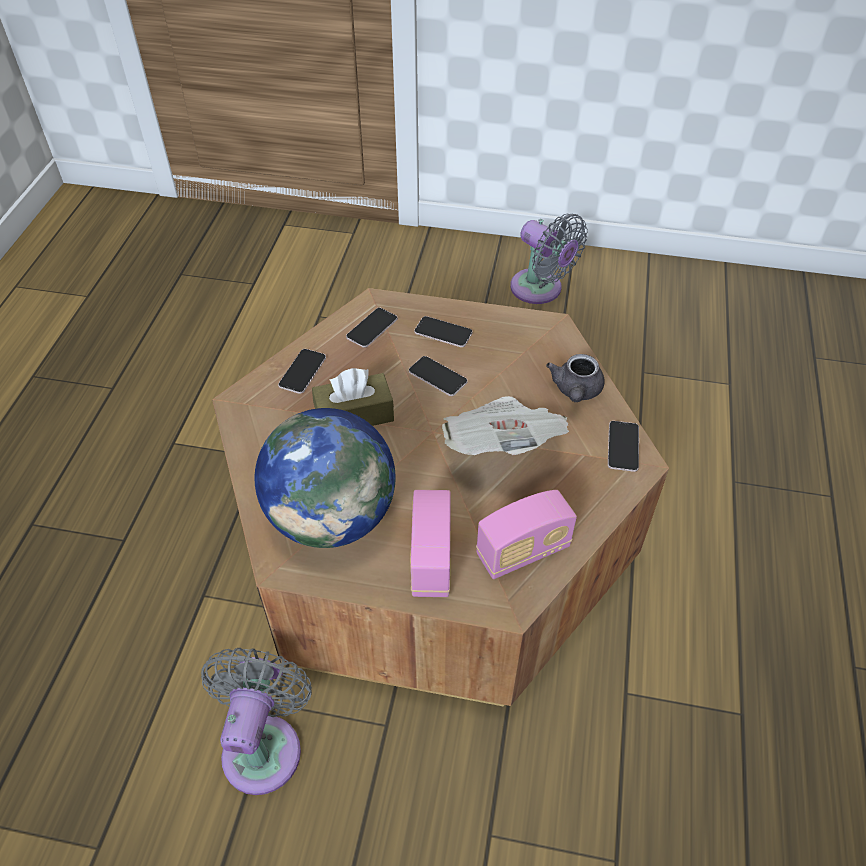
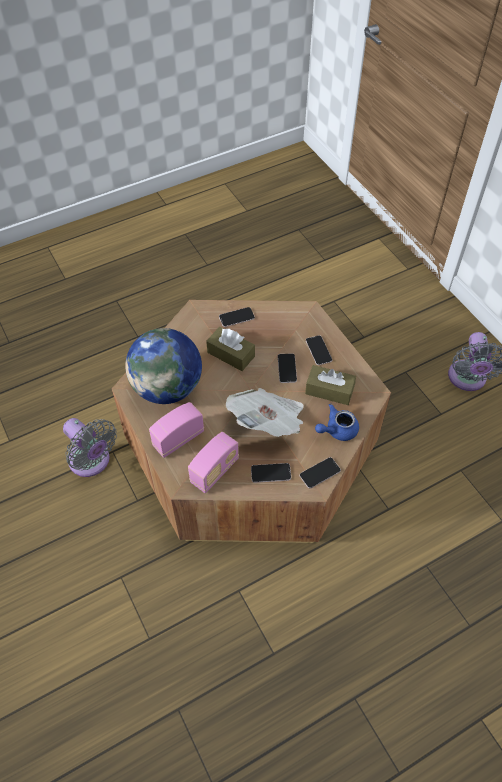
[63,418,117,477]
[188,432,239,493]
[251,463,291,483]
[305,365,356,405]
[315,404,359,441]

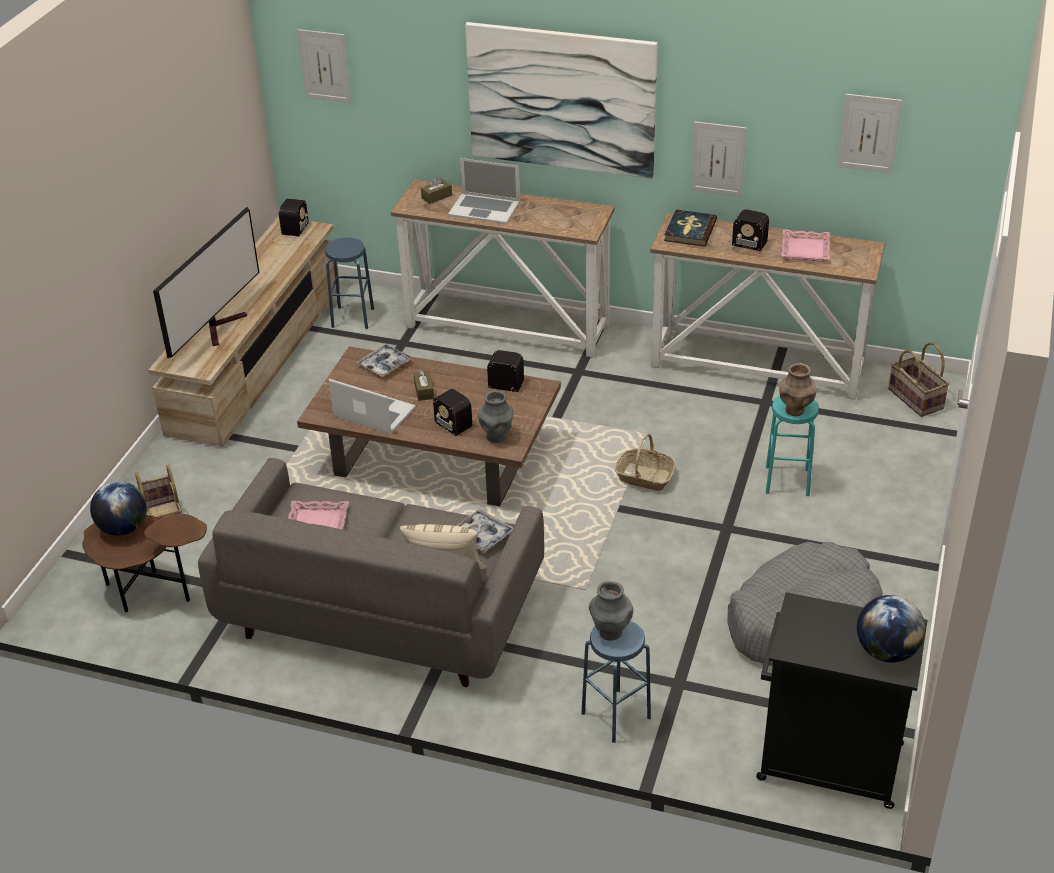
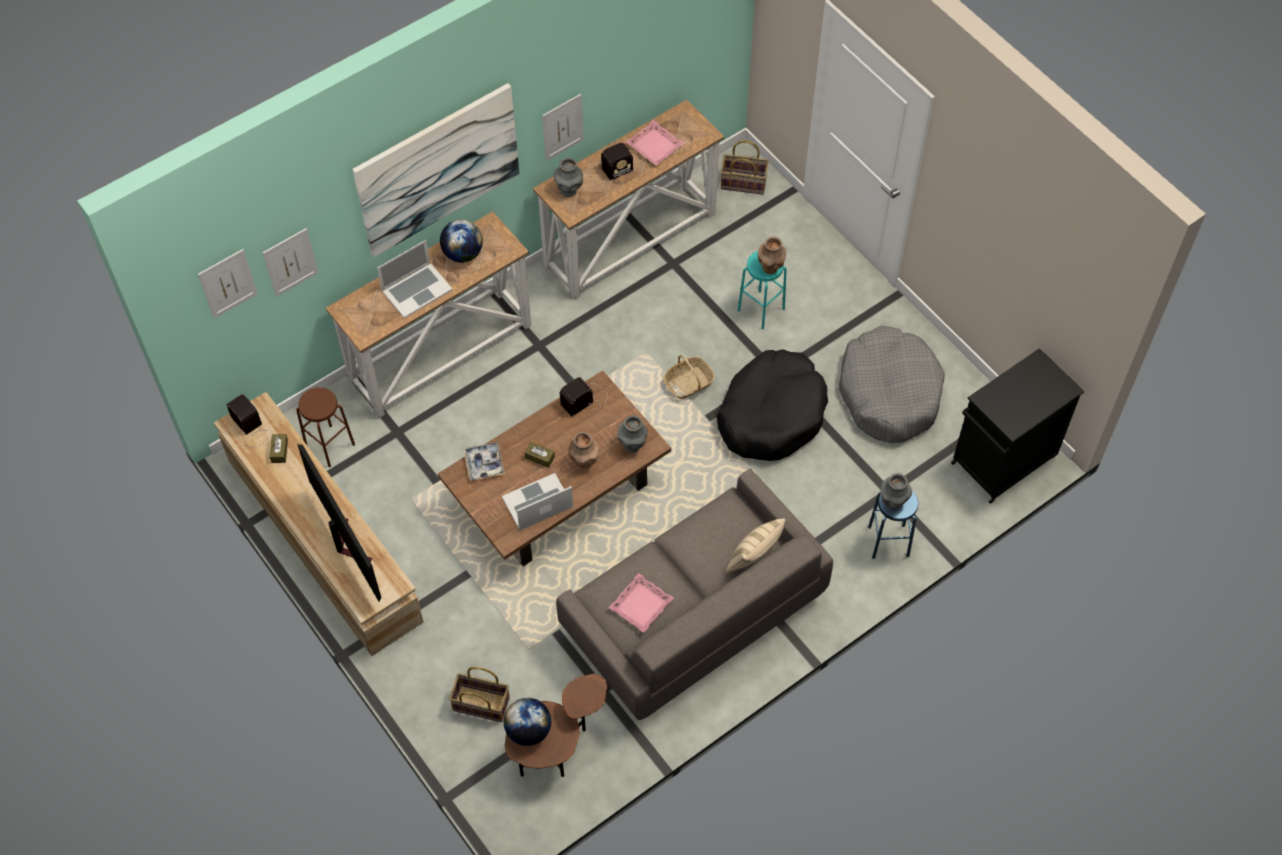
[262,228,318,297]
[269,434,288,463]
[296,387,355,467]
[440,220,483,263]
[553,157,583,197]
[569,432,599,469]
[717,349,828,461]
[456,510,513,553] (first image)

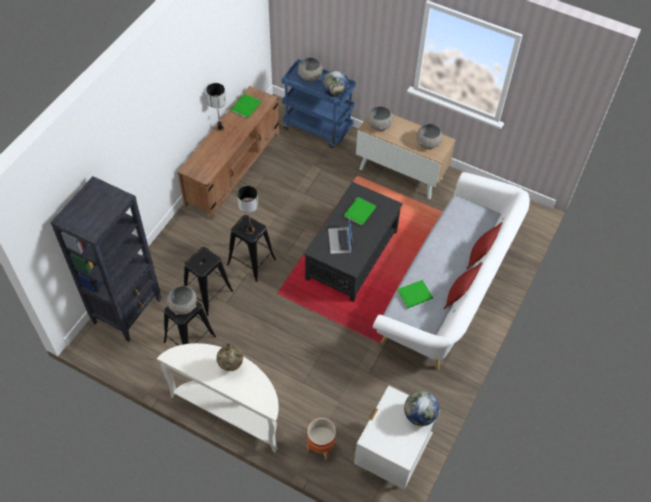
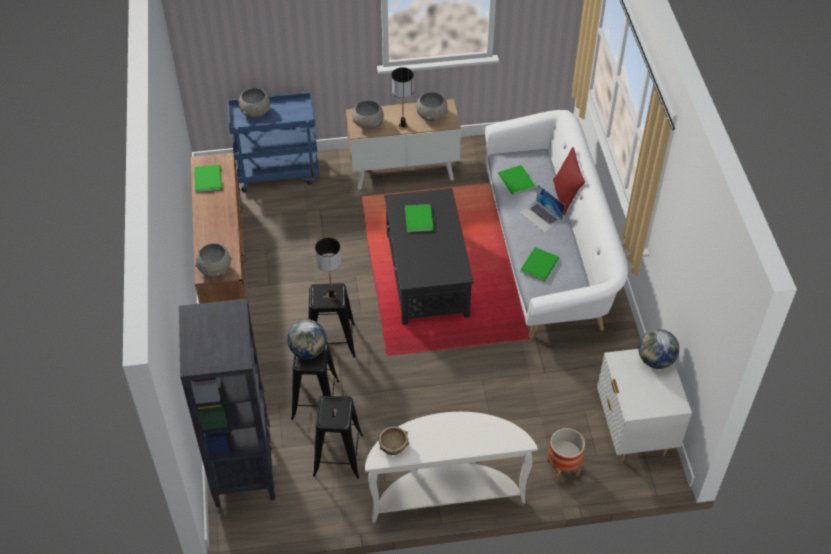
[195,243,232,277]
[287,319,327,359]
[378,426,409,455]
[391,67,414,130]
[498,165,535,195]
[519,185,565,233]
[216,344,243,371] (first image)
[444,262,483,309] (first image)

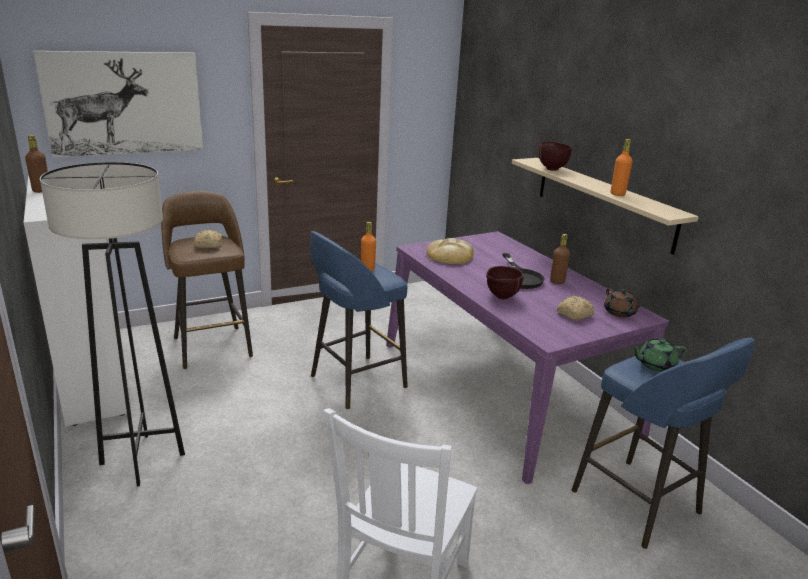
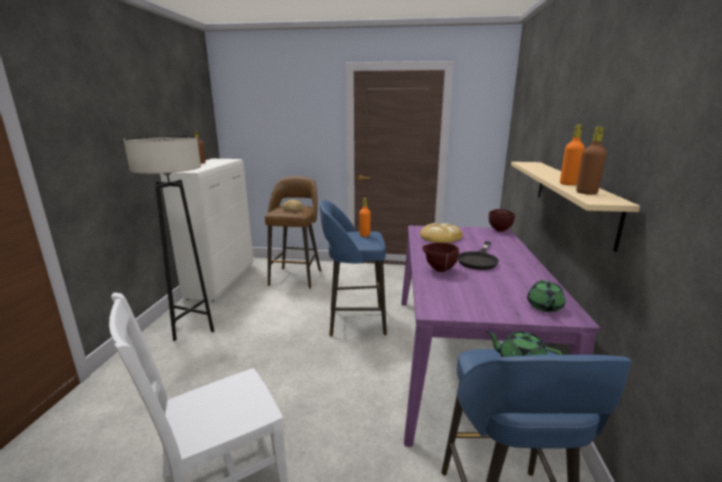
[489,209,515,232]
[527,280,565,312]
[576,127,607,195]
[33,51,203,157] (first image)
[557,296,594,321] (first image)

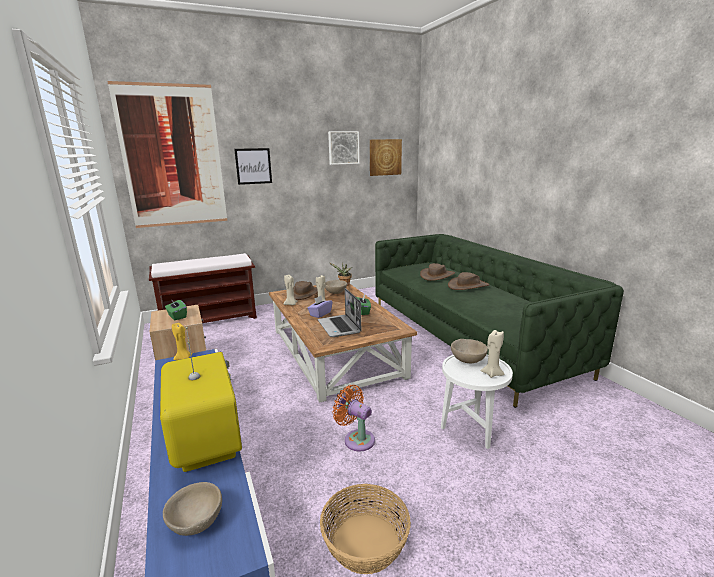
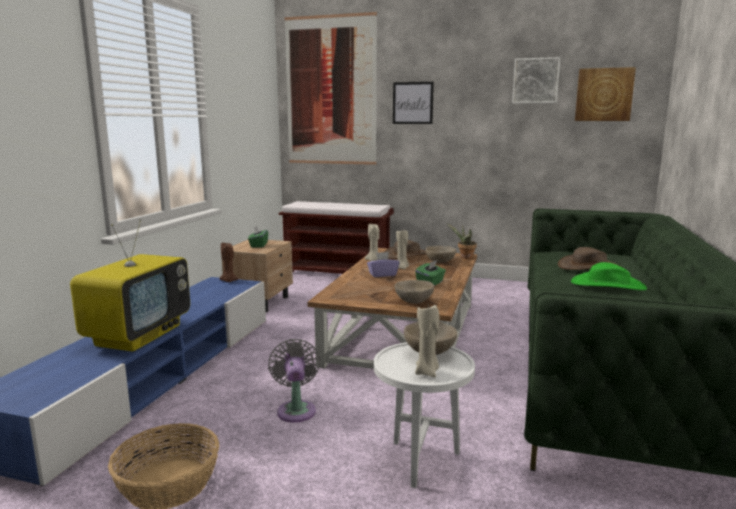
[219,243,239,282]
[268,339,320,423]
[395,280,434,304]
[571,262,647,290]
[317,288,361,337] (first image)

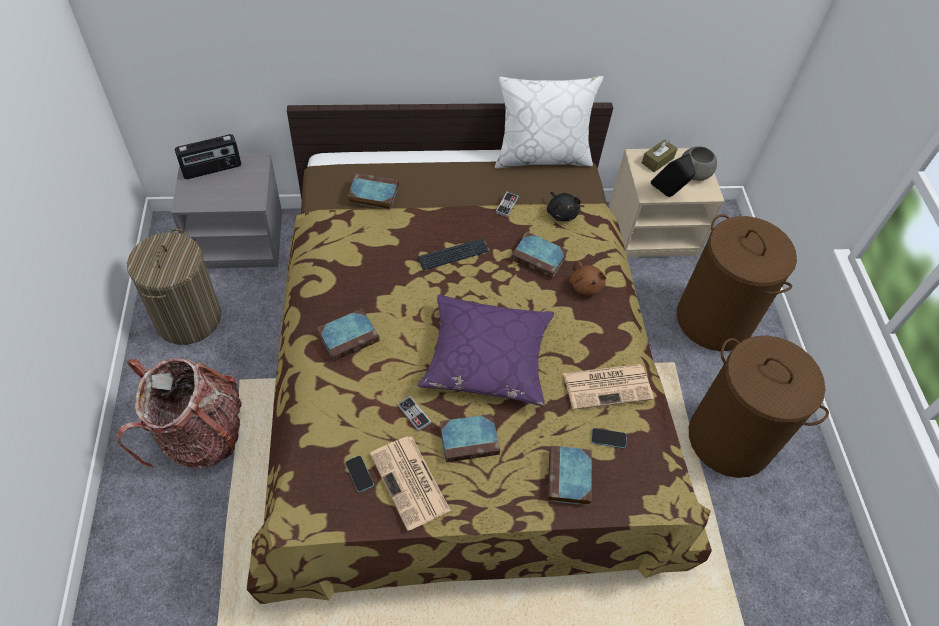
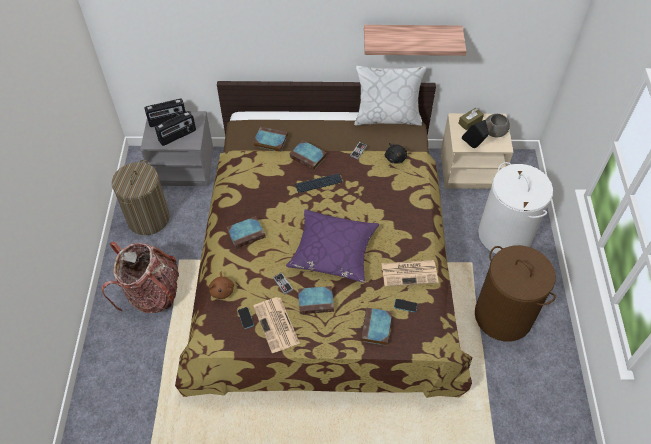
[155,111,196,146]
[209,271,234,299]
[290,140,327,170]
[364,25,466,56]
[478,162,553,254]

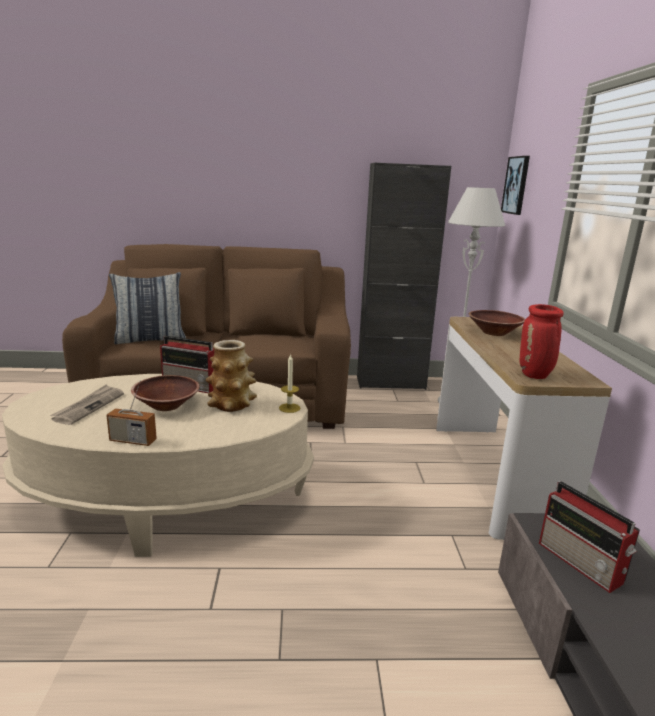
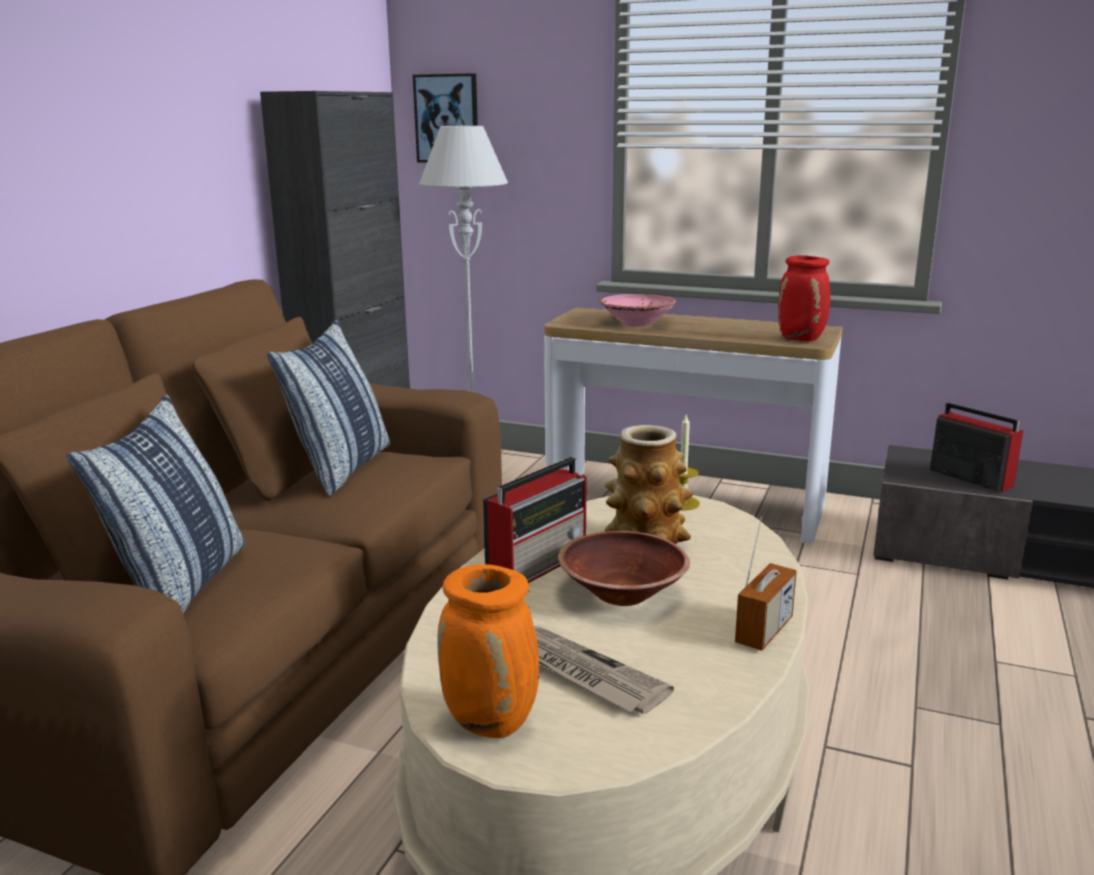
[267,320,390,496]
[437,564,539,738]
[599,294,676,327]
[930,403,1023,492]

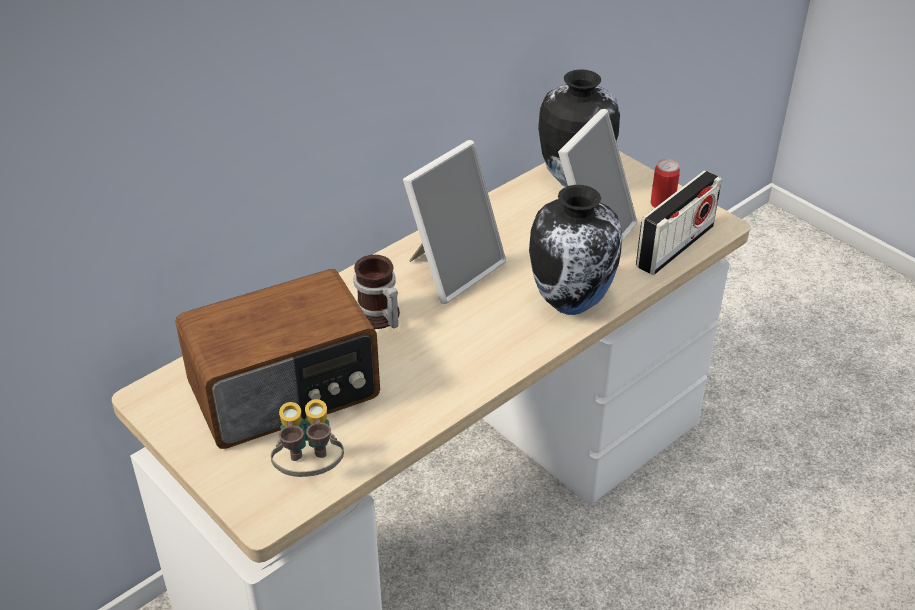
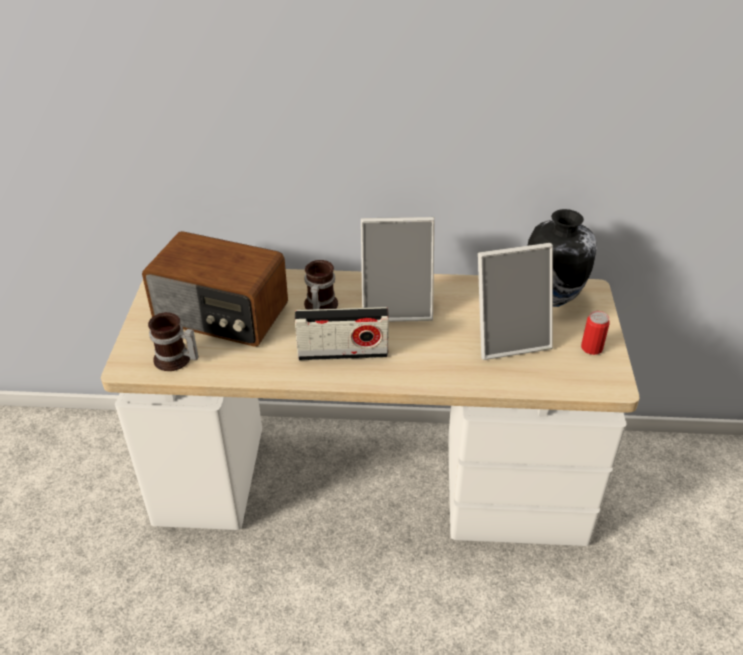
[148,312,198,371]
[295,307,389,360]
[529,185,623,315] (first image)

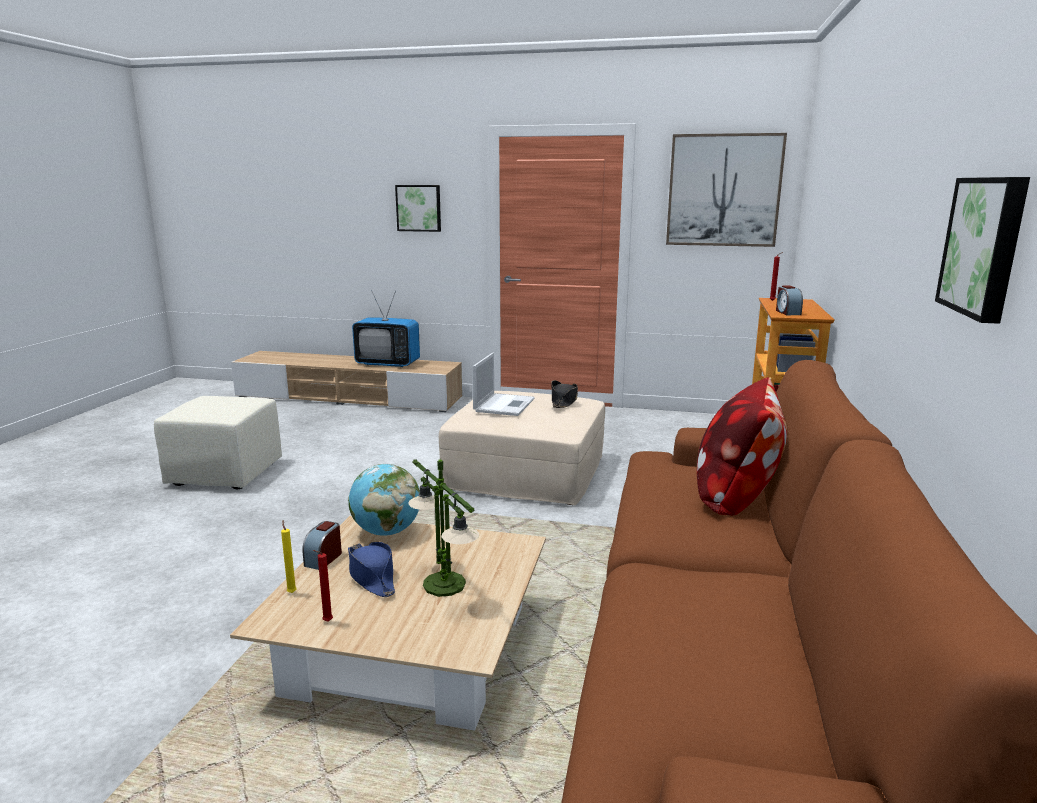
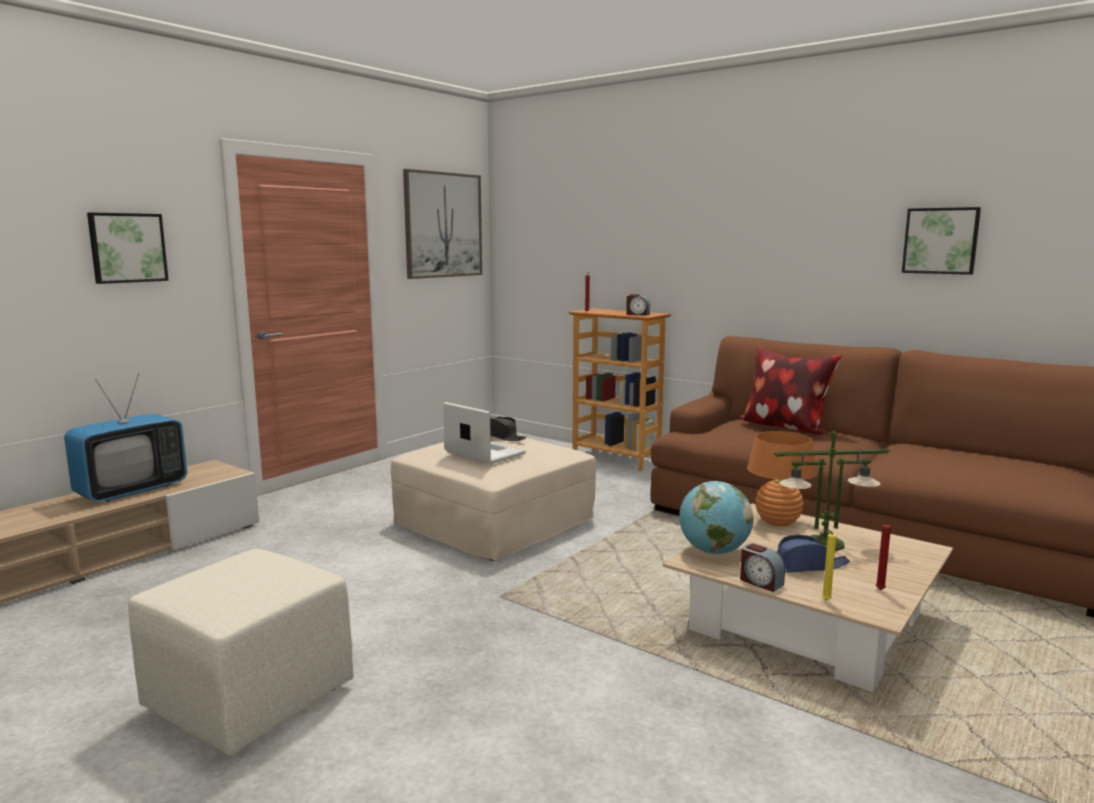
[747,431,817,526]

